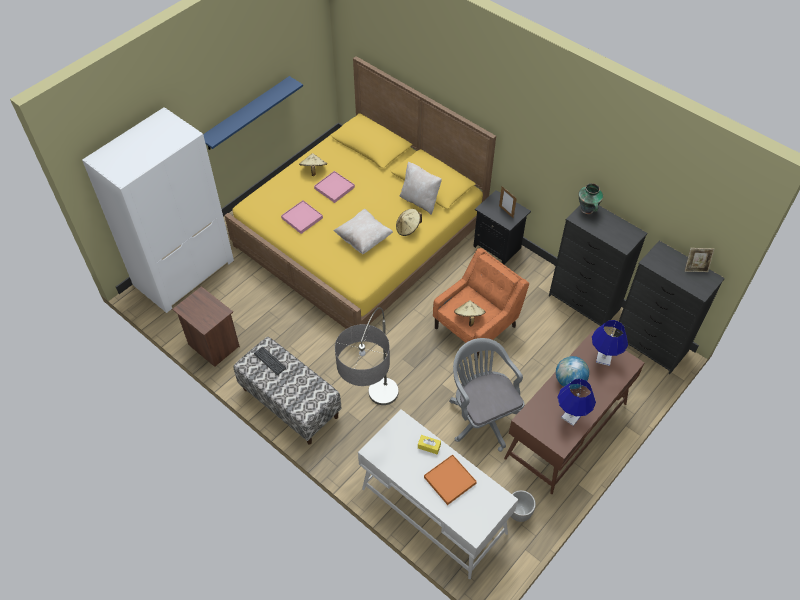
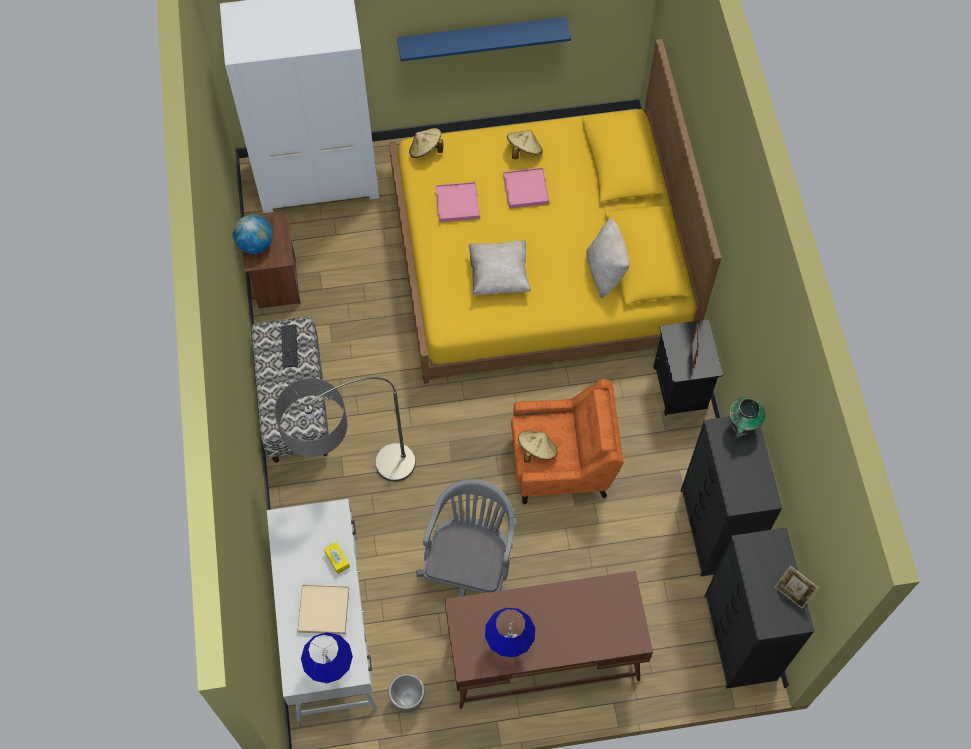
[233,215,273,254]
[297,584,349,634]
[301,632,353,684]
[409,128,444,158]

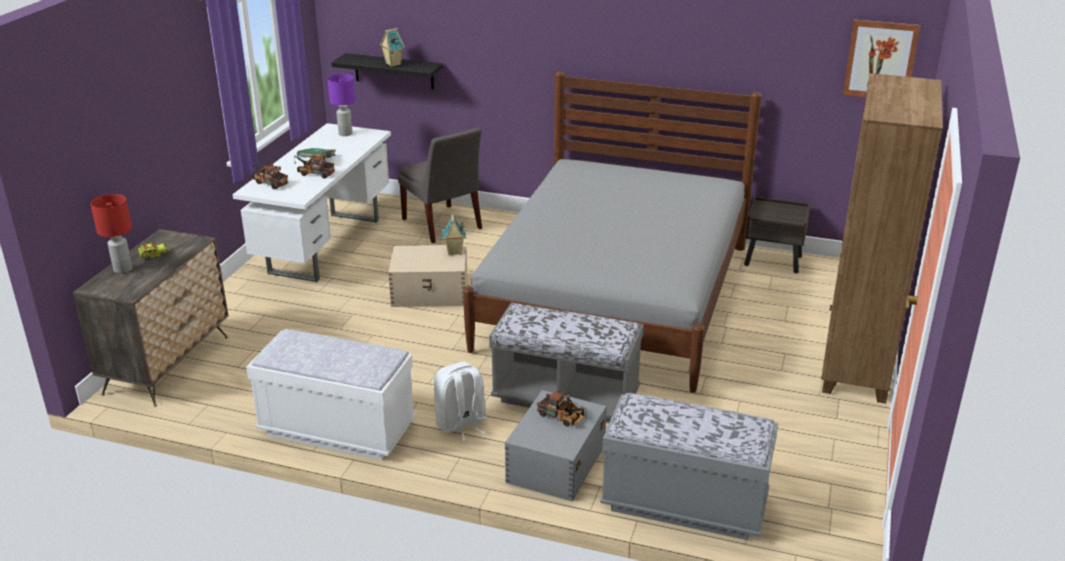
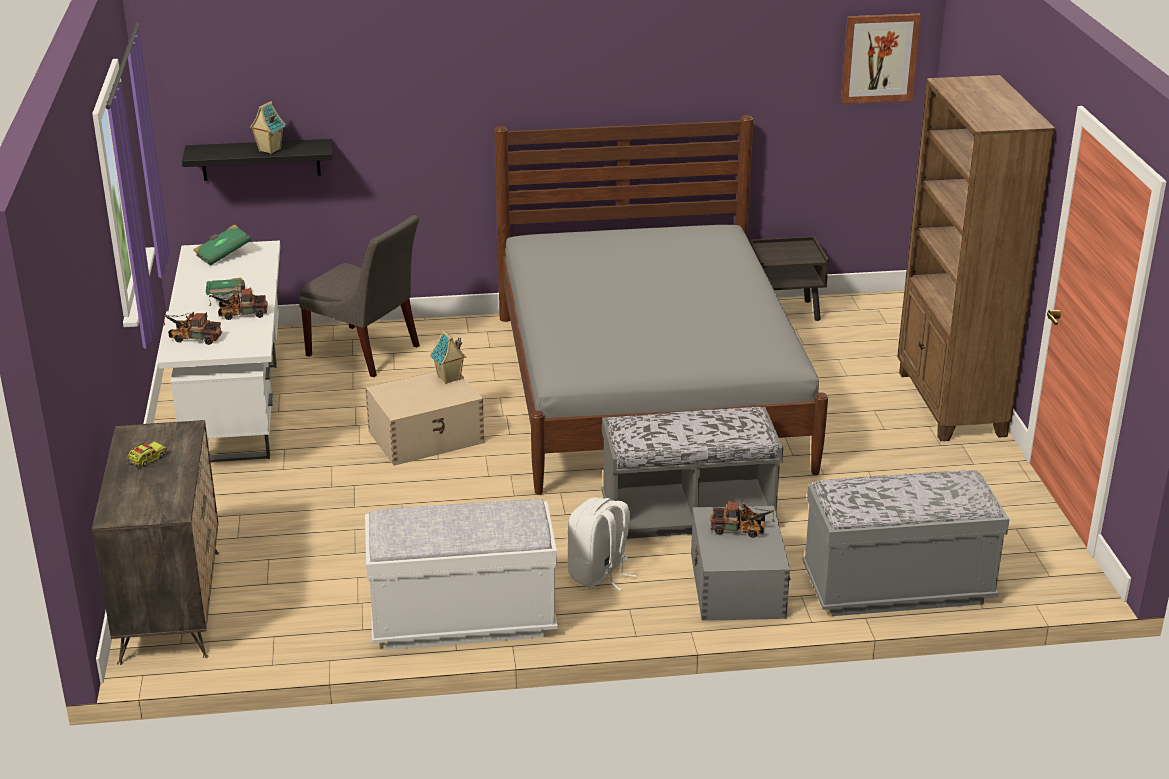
[193,224,251,266]
[90,194,132,274] (first image)

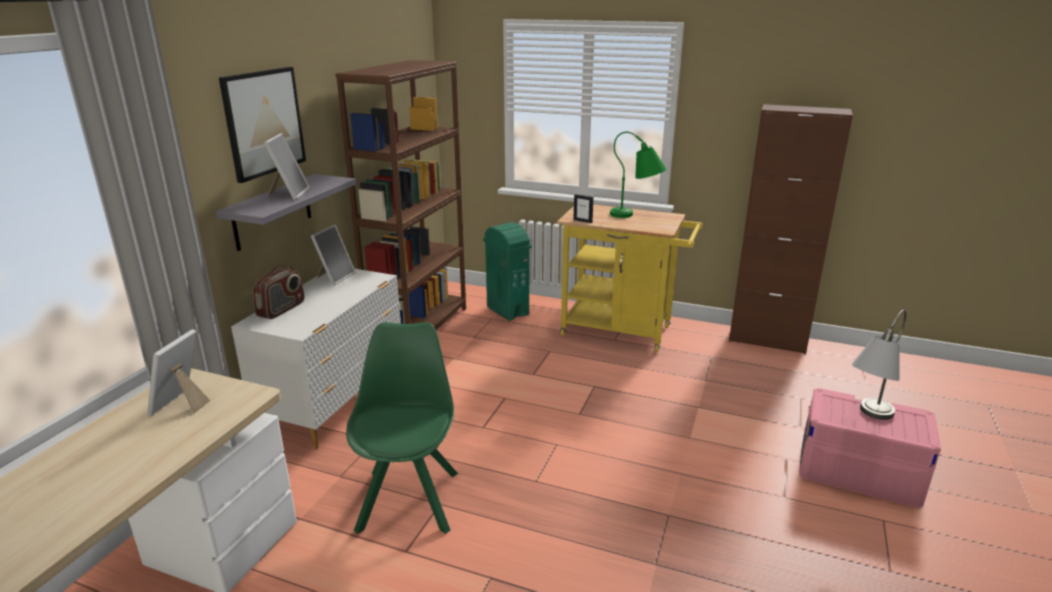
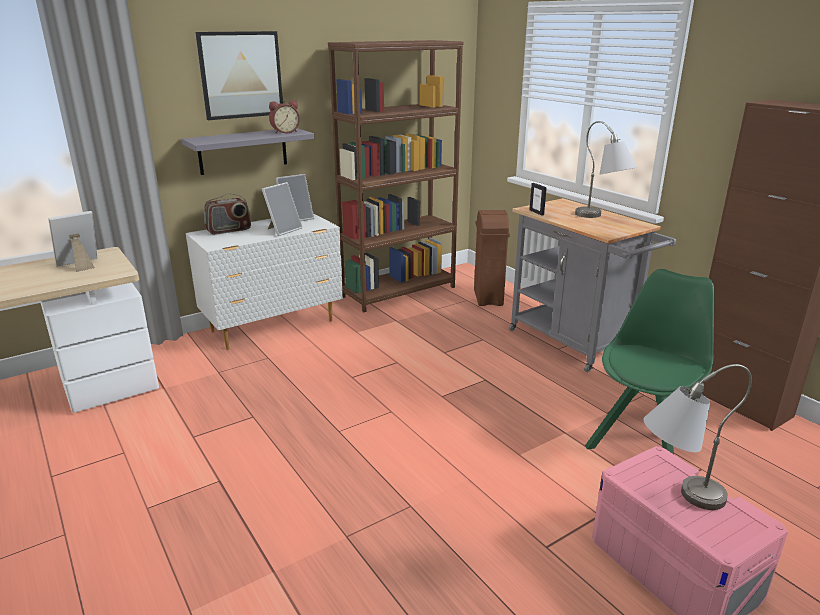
[262,182,303,236]
[269,100,300,134]
[474,210,510,306]
[509,198,676,373]
[575,121,637,218]
[585,269,715,454]

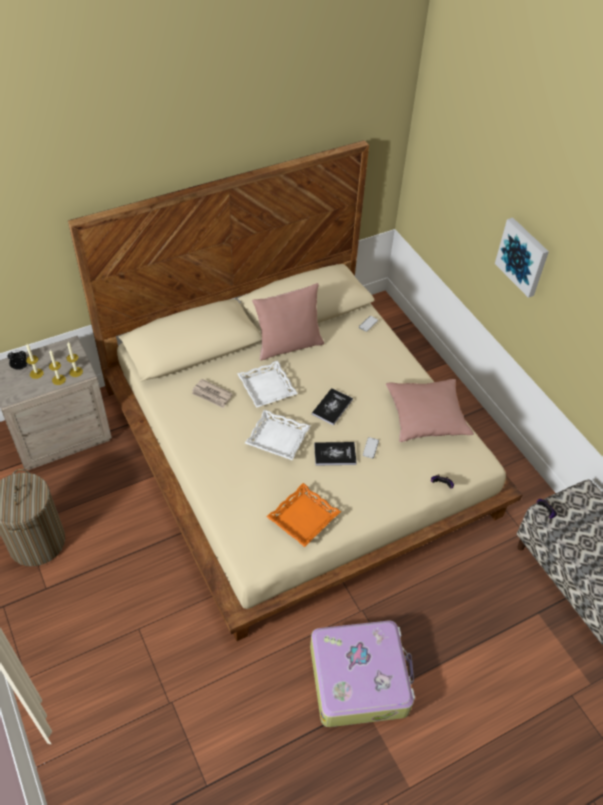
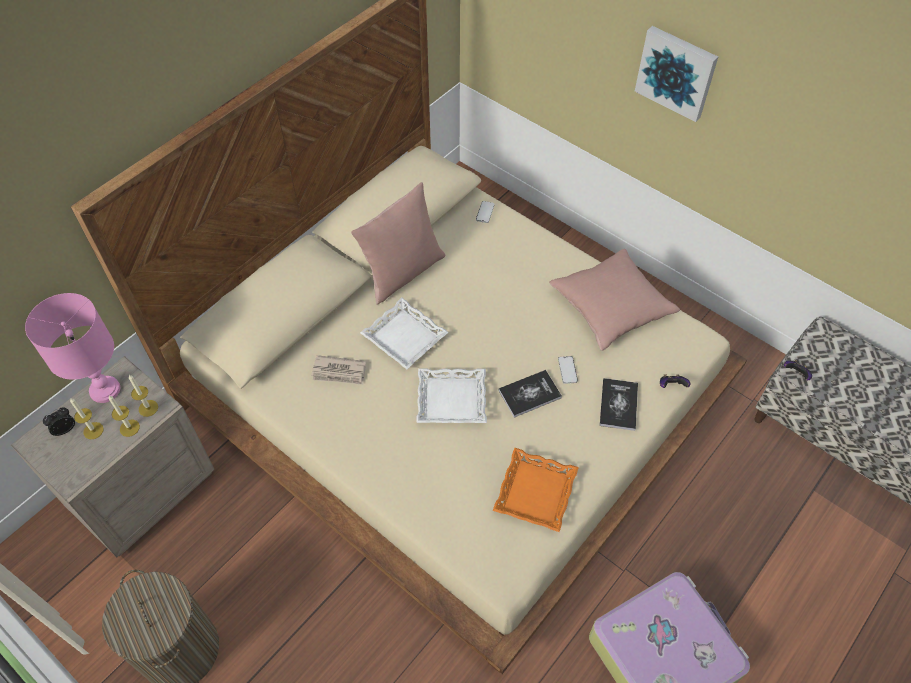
[25,293,120,403]
[600,378,638,431]

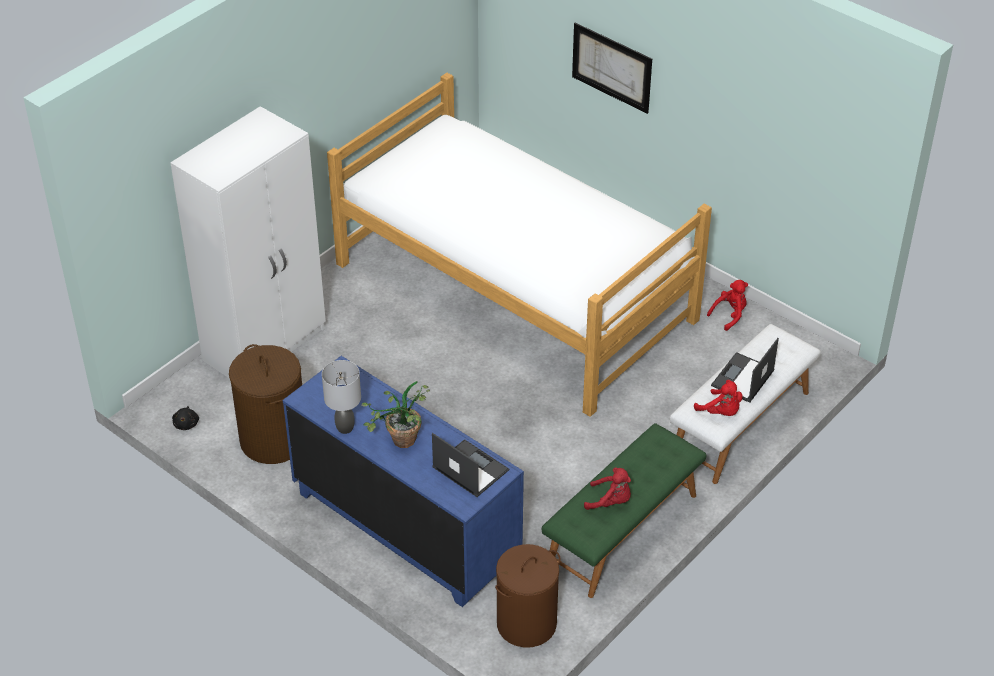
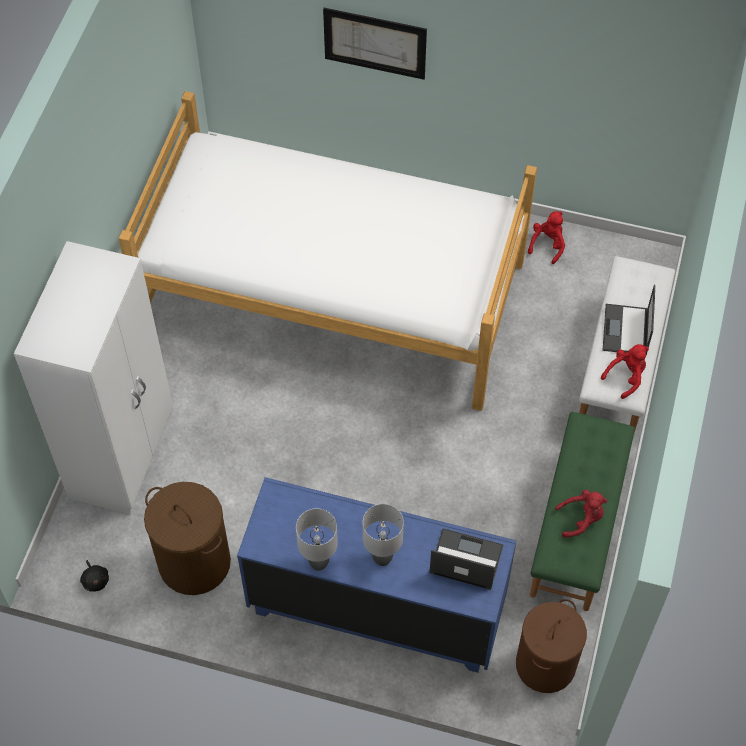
[363,504,404,566]
[601,344,649,399]

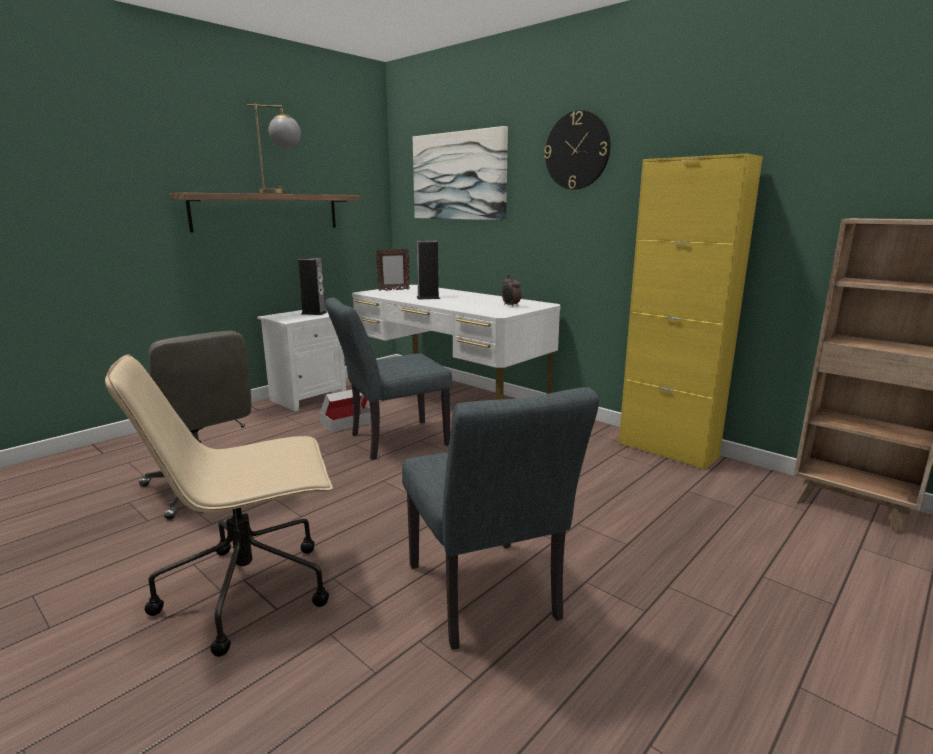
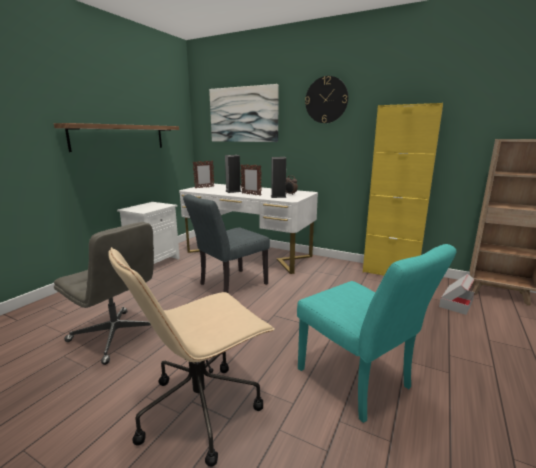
[240,164,262,196]
[271,157,287,198]
[297,244,456,423]
[439,274,475,315]
[247,104,301,194] (first image)

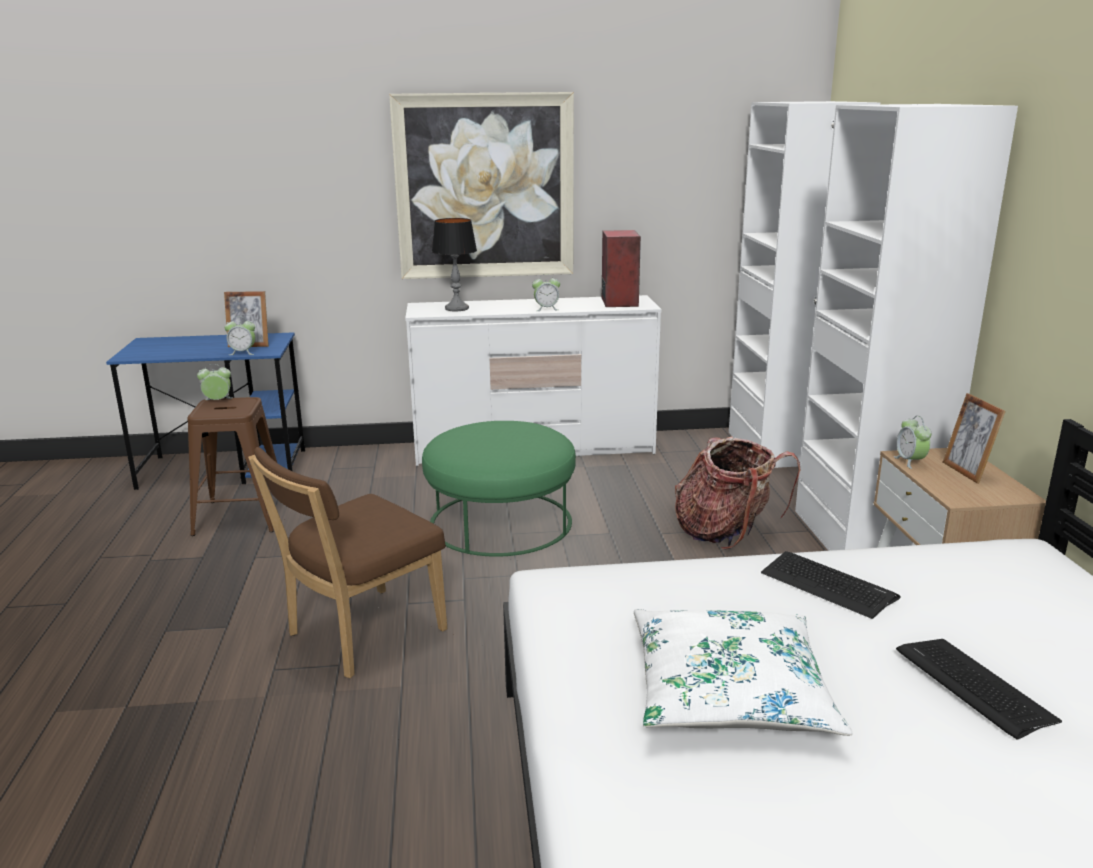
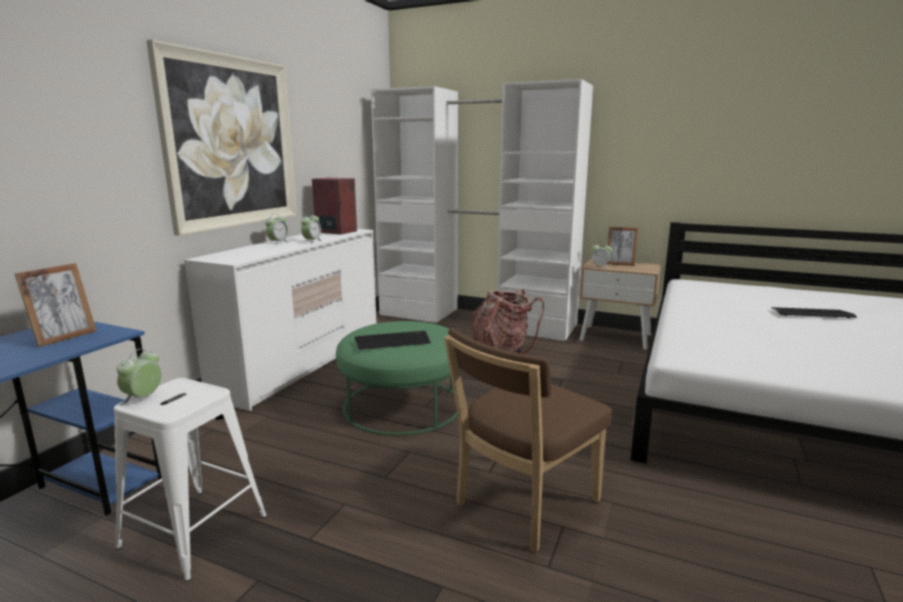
[114,378,267,581]
[265,213,288,245]
[355,331,431,350]
[444,328,612,552]
[432,218,477,311] (first image)
[634,609,853,736] (first image)

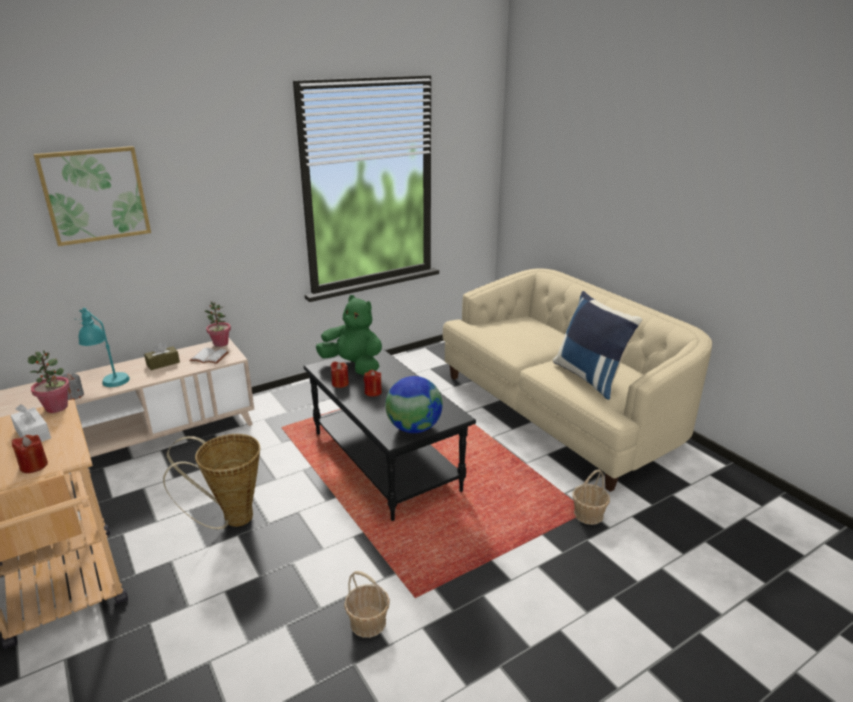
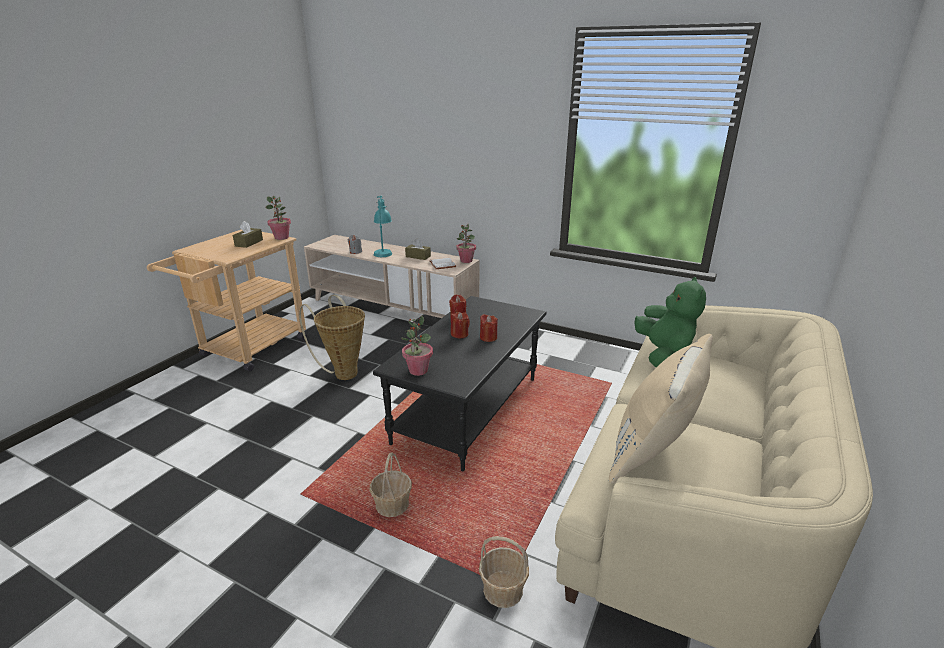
[233,221,263,248]
[369,453,412,517]
[401,316,433,376]
[480,314,498,342]
[609,334,713,484]
[634,277,706,367]
[33,146,151,246] (first image)

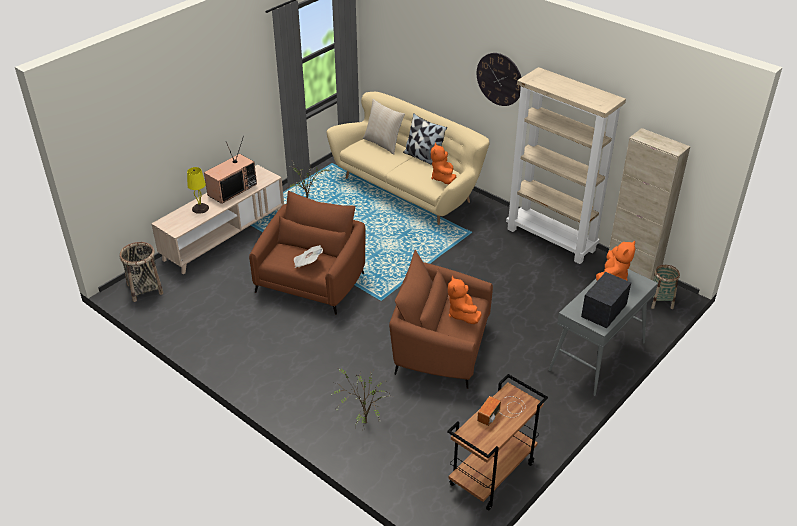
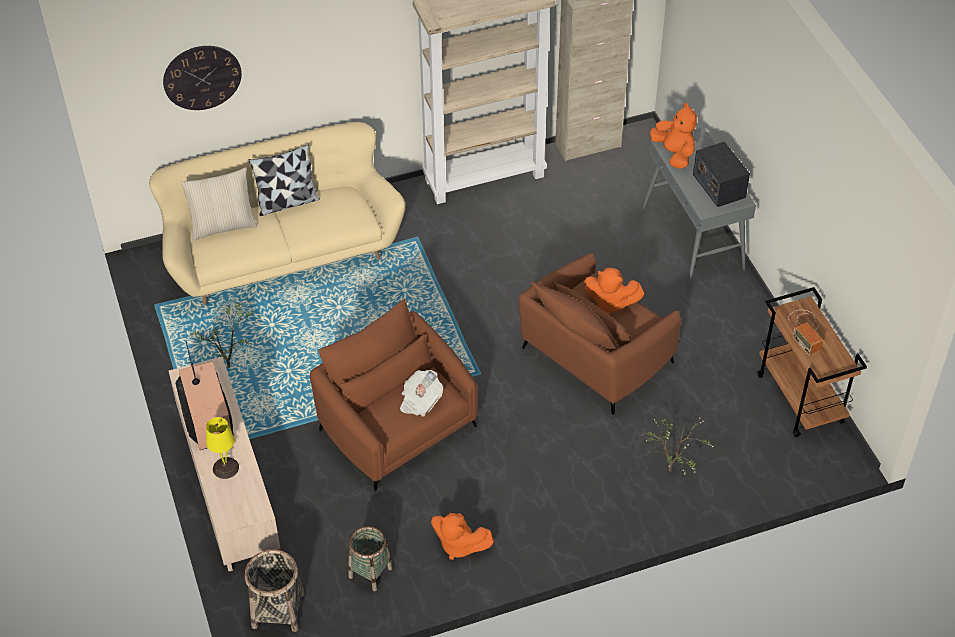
[163,46,242,110]
[348,526,392,591]
[431,513,494,560]

